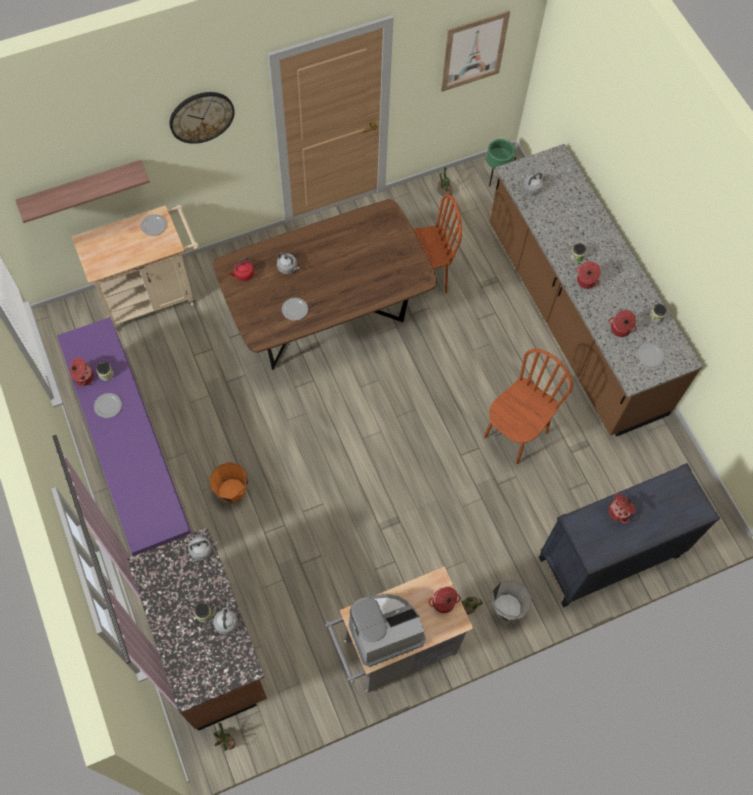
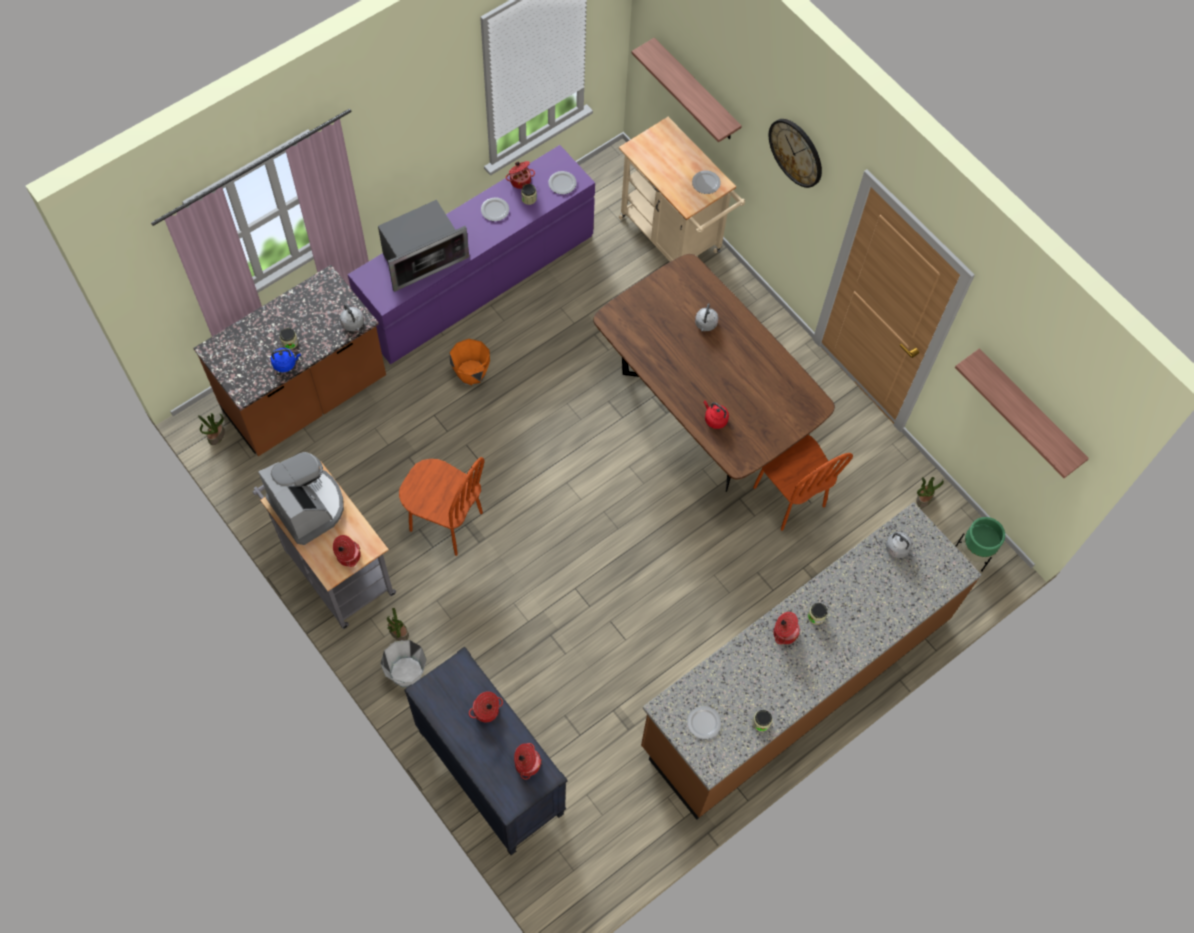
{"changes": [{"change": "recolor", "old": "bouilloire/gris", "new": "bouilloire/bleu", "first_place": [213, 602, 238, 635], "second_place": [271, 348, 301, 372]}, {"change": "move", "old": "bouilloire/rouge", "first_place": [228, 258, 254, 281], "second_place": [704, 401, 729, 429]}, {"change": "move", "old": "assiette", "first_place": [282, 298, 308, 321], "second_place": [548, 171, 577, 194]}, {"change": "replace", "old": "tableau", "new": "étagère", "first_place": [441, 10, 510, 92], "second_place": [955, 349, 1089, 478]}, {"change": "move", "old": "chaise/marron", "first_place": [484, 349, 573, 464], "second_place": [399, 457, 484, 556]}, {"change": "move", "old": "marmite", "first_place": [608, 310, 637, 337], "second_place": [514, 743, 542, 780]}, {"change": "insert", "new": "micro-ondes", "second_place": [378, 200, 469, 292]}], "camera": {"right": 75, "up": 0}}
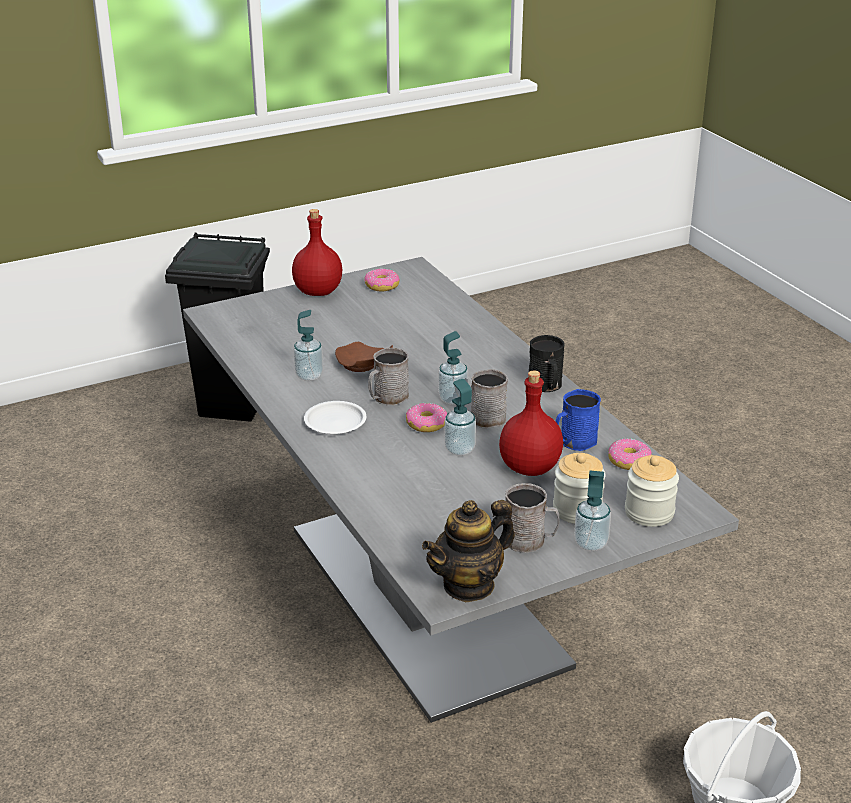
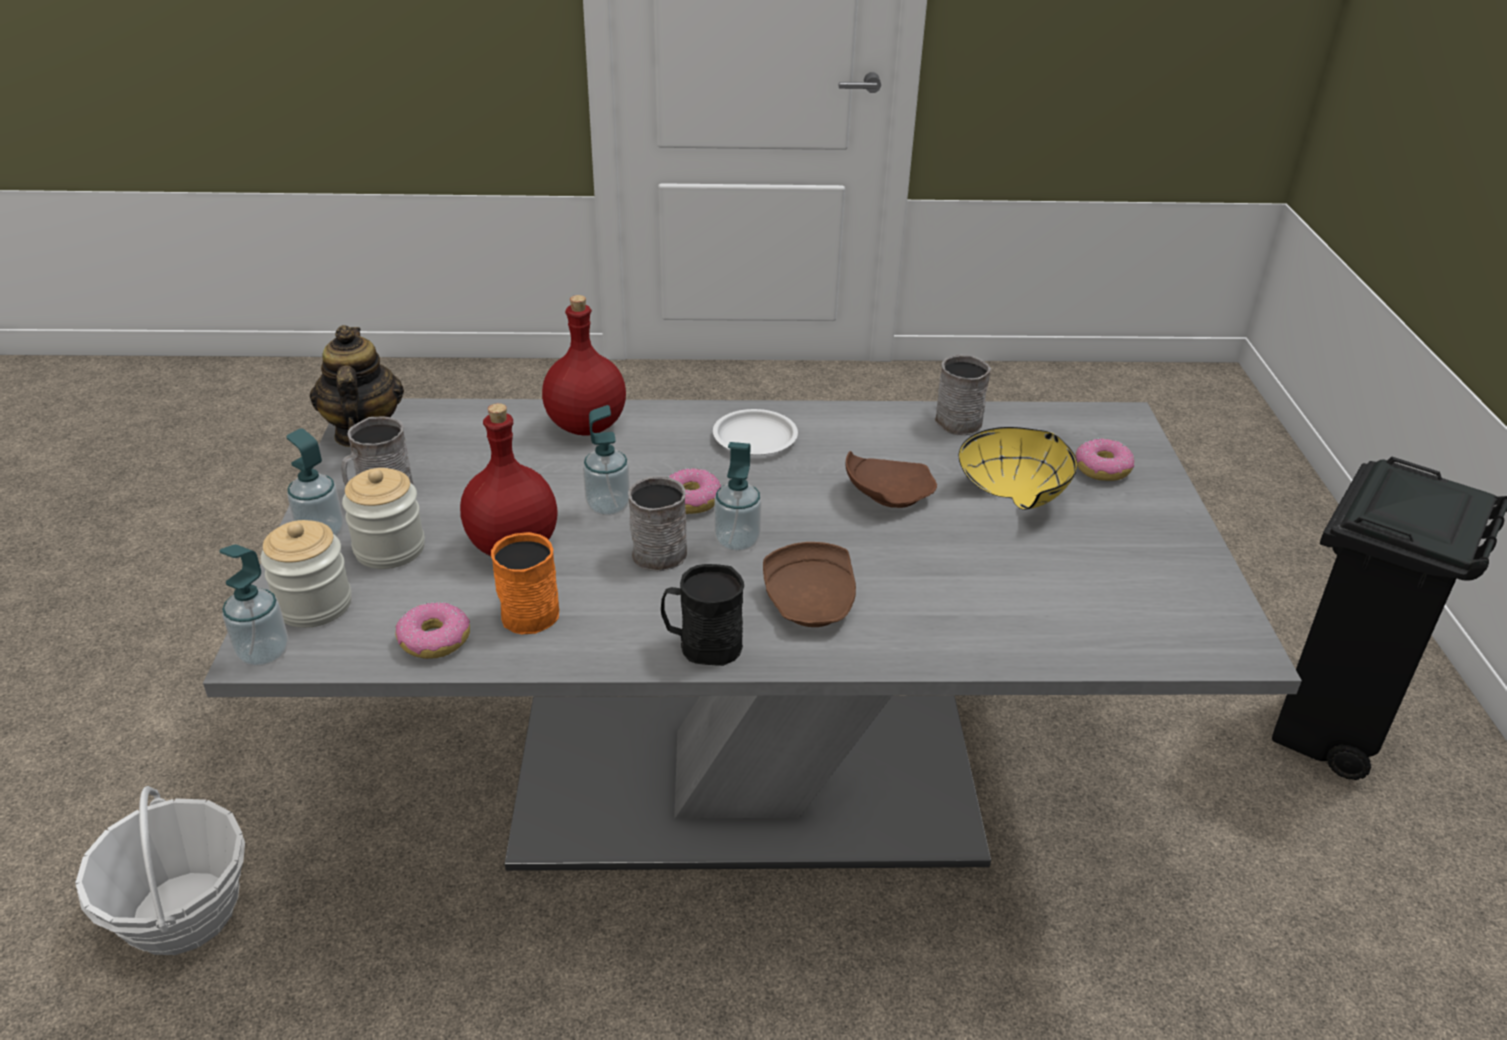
{"changes": [{"change": "move", "old": "bouteille/rouge", "first_place": [292, 209, 342, 296], "second_place": [542, 295, 626, 436]}, {"change": "move", "old": "distributeur de savon", "first_place": [293, 310, 323, 381], "second_place": [219, 544, 288, 667]}, {"change": "move", "old": "beignet", "first_place": [364, 268, 400, 291], "second_place": [1075, 438, 1134, 481]}, {"change": "move", "old": "mug/gris", "first_place": [368, 348, 409, 406], "second_place": [935, 354, 991, 436]}, {"change": "recolor", "old": "mug/bleu", "new": "mug/orange", "first_place": [555, 389, 601, 451], "second_place": [491, 532, 559, 634]}, {"change": "insert", "new": "assiette/marron", "second_place": [763, 542, 856, 627]}, {"change": "insert", "new": "bol/jaune", "second_place": [959, 427, 1077, 510]}], "camera": {"right": 115, "up": 5}}
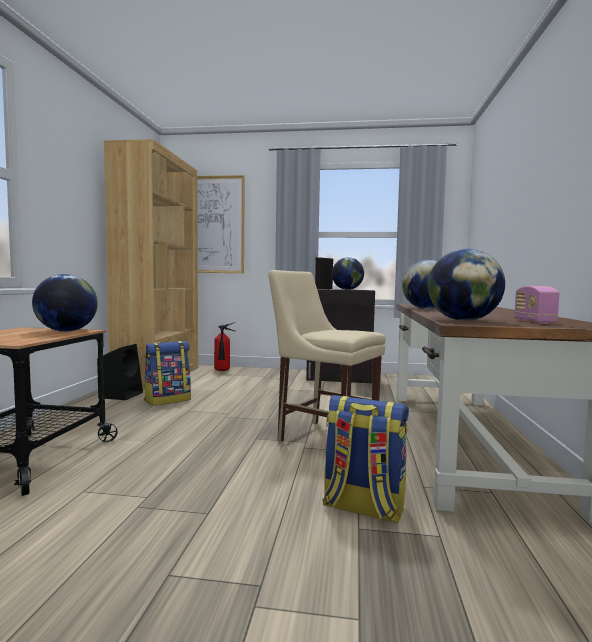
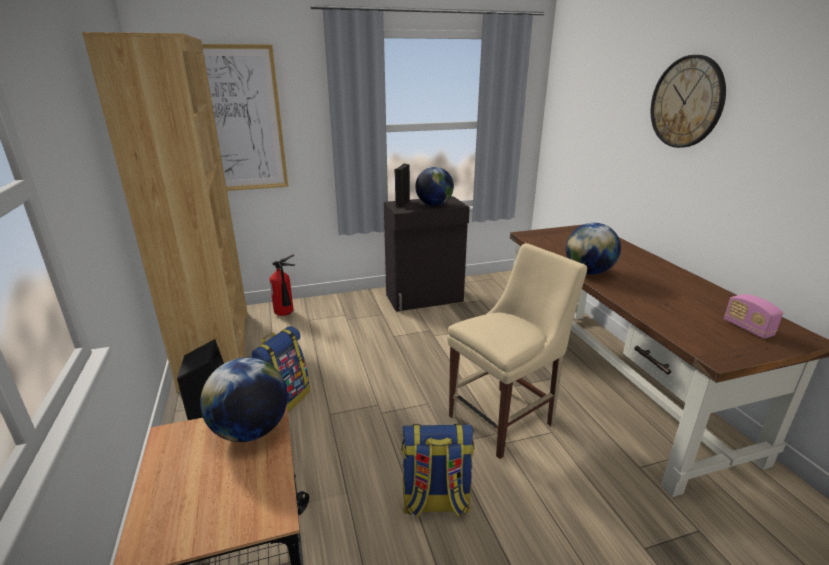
{"changes": [{"change": "rotate", "old": "chaise/beige", "first_place": [268, 270, 386, 442], "second_place": [447, 243, 587, 459], "degrees": 135}, {"change": "move", "old": "sac à dos", "first_place": [323, 395, 409, 523], "second_place": [401, 424, 474, 518]}, {"change": "delete", "old": "globe", "first_place": [428, 249, 505, 321]}, {"change": "insert", "new": "horloge murale", "second_place": [651, 55, 726, 148]}], "camera": {"right": -25, "up": 20}}
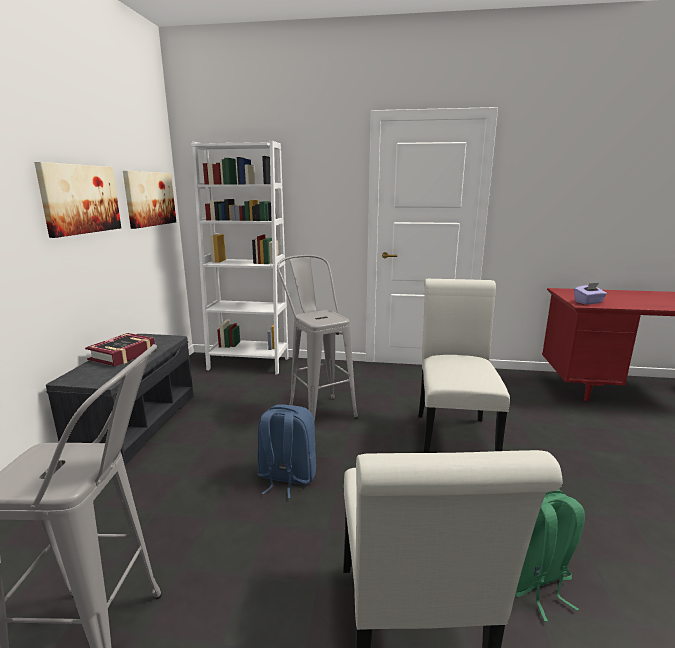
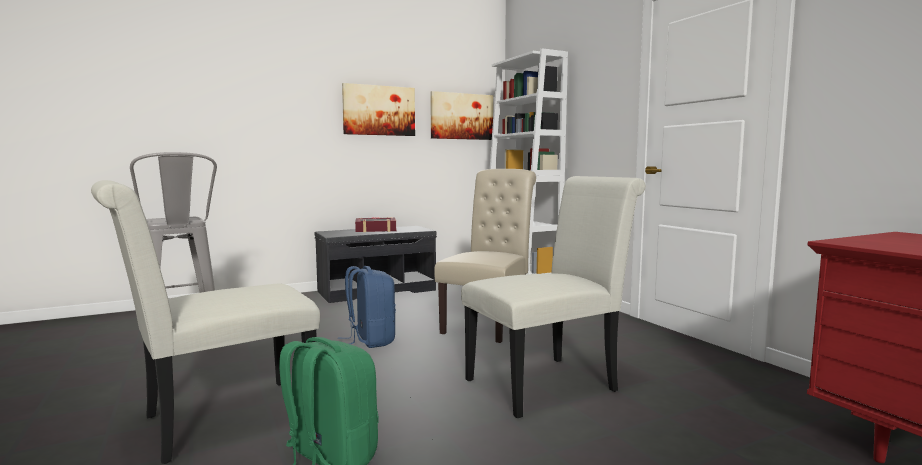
{"changes": [{"change": "replace", "old": "tabouret/gris", "new": "chaise/beige", "first_place": [277, 255, 358, 421], "second_place": [434, 169, 536, 343]}, {"change": "delete", "old": "boîte à mouchoirs/violet", "first_place": [574, 283, 607, 305]}], "camera": {"right": 55, "up": -10}}
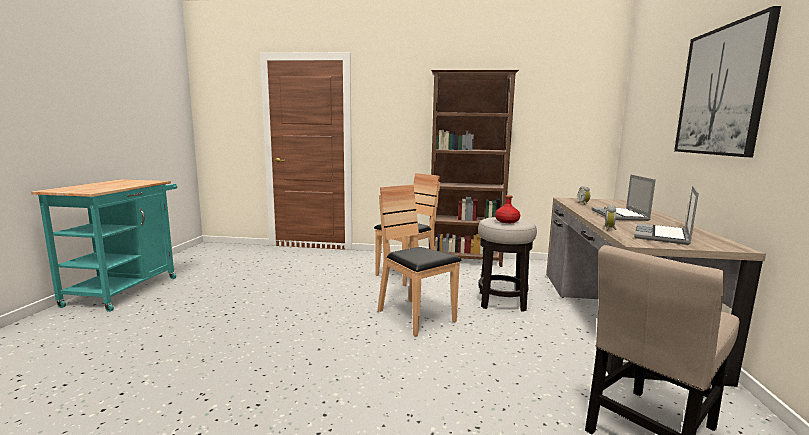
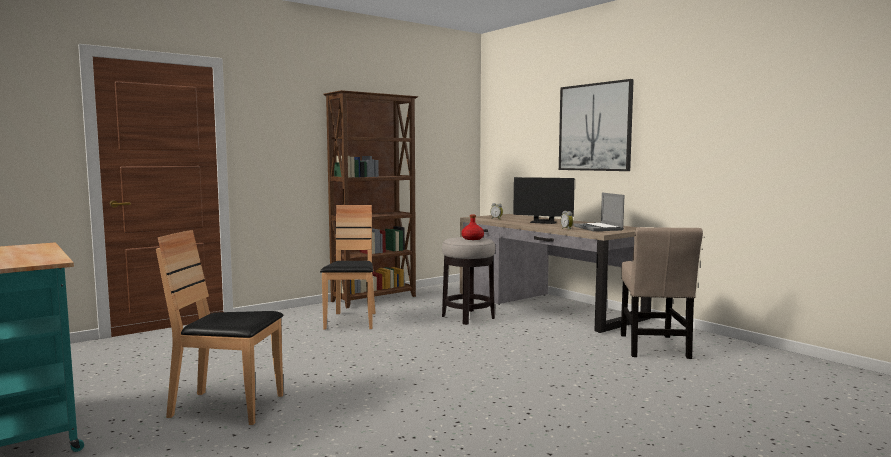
{"changes": [{"change": "move", "old": "chaise/marron", "first_place": [378, 185, 462, 337], "second_place": [156, 230, 283, 425]}, {"change": "replace", "old": "ordinateur portable", "new": "écran d'ordinateur", "first_place": [592, 174, 656, 221], "second_place": [513, 177, 575, 224]}], "camera": {"right": -45, "up": -5}}
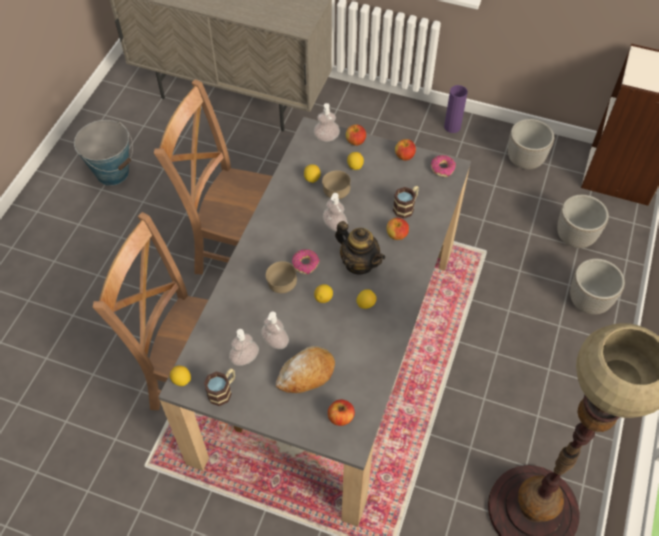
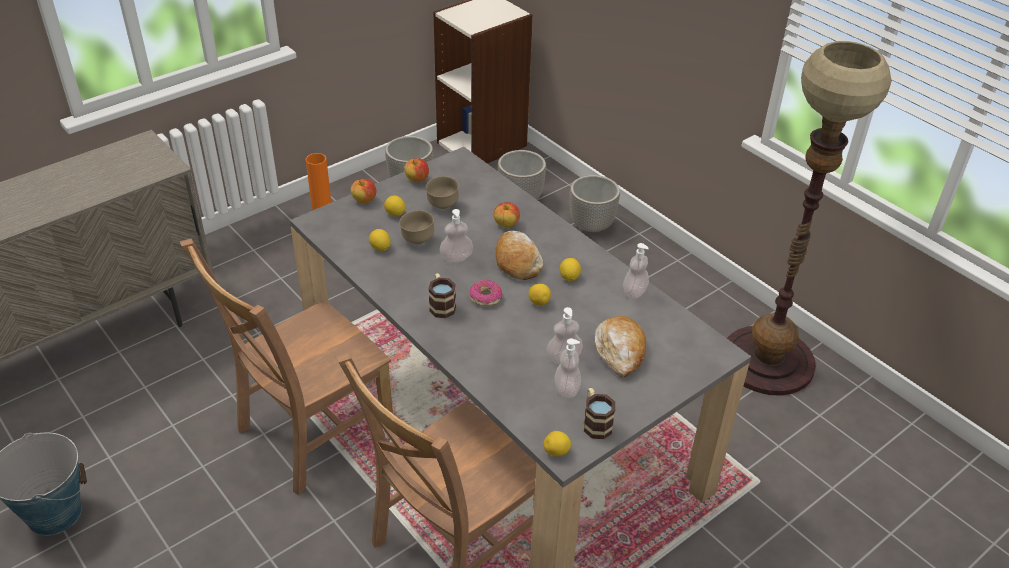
{"changes": [{"change": "move", "old": "bol/marron", "first_place": [266, 261, 297, 293], "second_place": [426, 176, 459, 209]}, {"change": "move", "old": "distributeur de savon", "first_place": [314, 103, 340, 142], "second_place": [623, 243, 649, 299]}, {"change": "delete", "old": "pomme", "first_place": [328, 400, 355, 426]}, {"change": "replace", "old": "théière", "new": "pain", "first_place": [335, 221, 385, 274], "second_place": [496, 231, 543, 280]}, {"change": "move", "old": "mug", "first_place": [393, 186, 419, 218], "second_place": [428, 273, 456, 318]}, {"change": "delete", "old": "beignet", "first_place": [431, 155, 456, 177]}, {"change": "recolor", "old": "vase/violet", "new": "vase/orange", "first_place": [444, 85, 468, 133], "second_place": [306, 153, 331, 210]}], "camera": {"right": -60, "up": -15}}
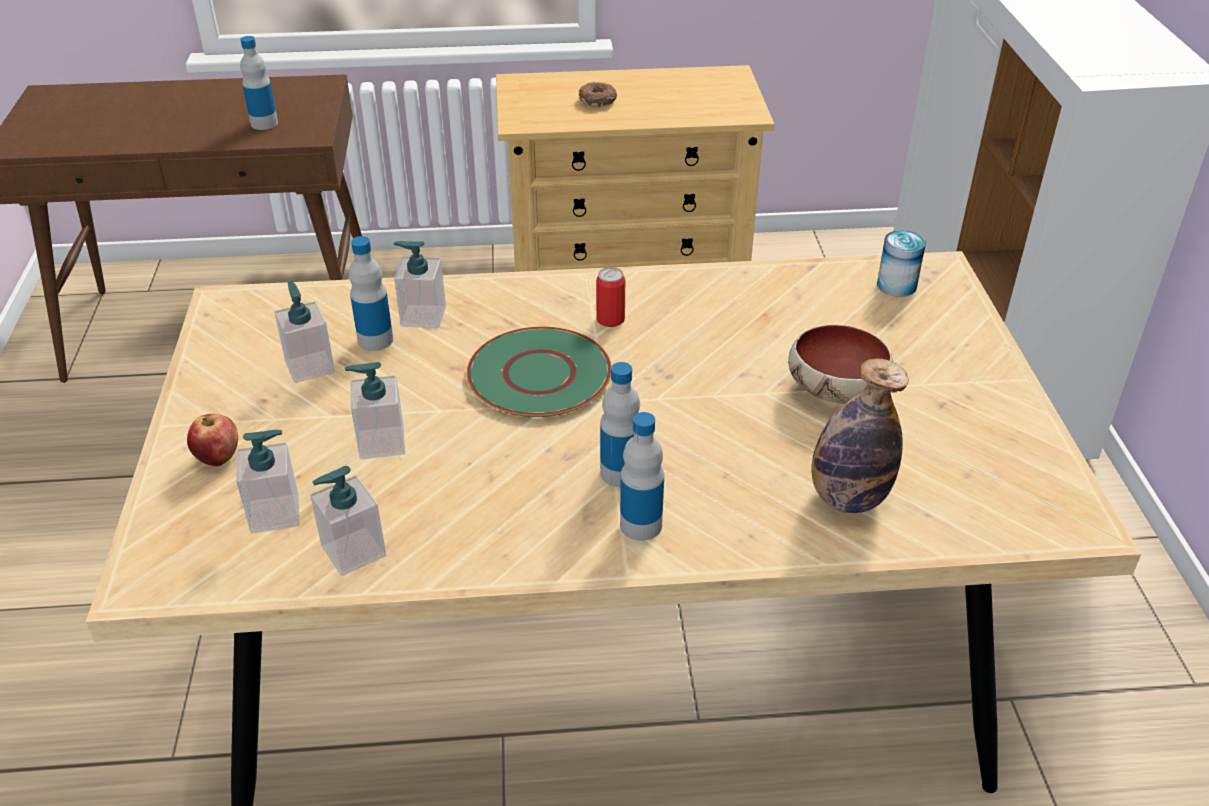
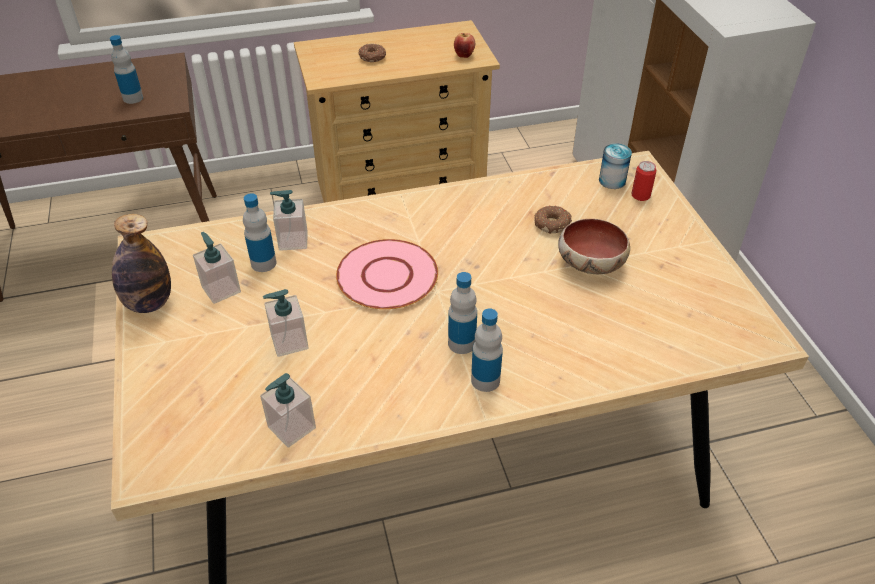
{"changes": [{"change": "move", "old": "pomme", "first_place": [187, 414, 238, 466], "second_place": [454, 33, 475, 58]}, {"change": "delete", "old": "distributeur de savon", "first_place": [236, 430, 300, 533]}, {"change": "recolor", "old": "assiette/vert", "new": "assiette/rose", "first_place": [467, 327, 612, 417], "second_place": [336, 239, 438, 309]}, {"change": "move", "old": "boîte métallique", "first_place": [596, 267, 625, 327], "second_place": [631, 161, 657, 201]}, {"change": "move", "old": "bouteille", "first_place": [811, 359, 909, 513], "second_place": [112, 214, 171, 313]}, {"change": "insert", "new": "beignet", "second_place": [534, 205, 572, 234]}], "camera": {"right": -10, "up": 5}}
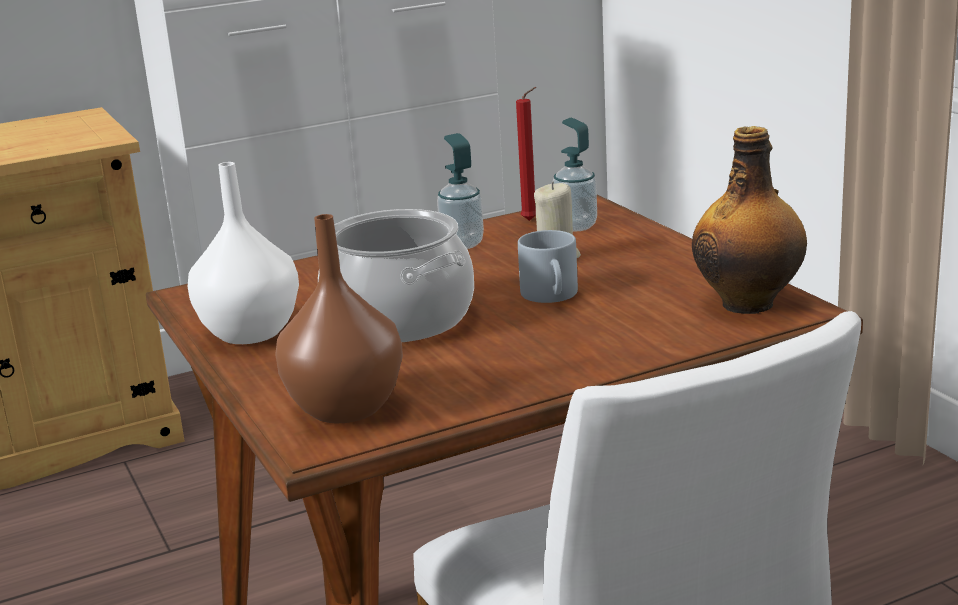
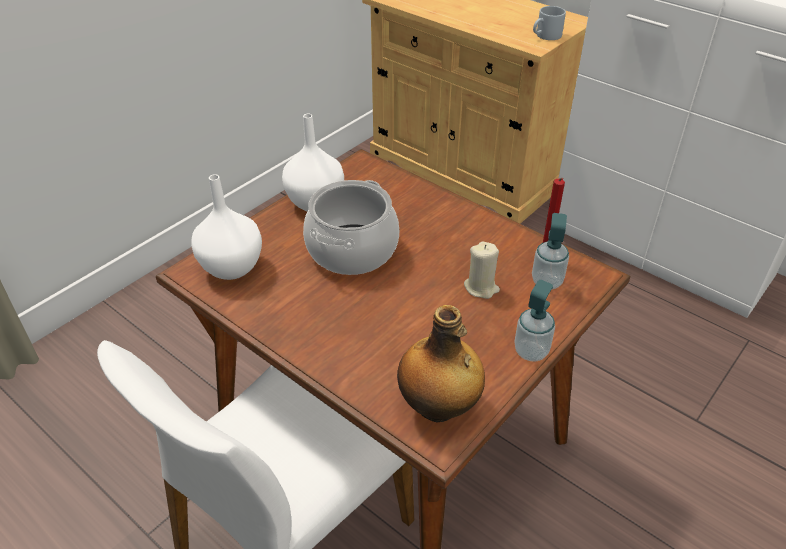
{"changes": [{"change": "recolor", "old": "vase/marron", "new": "vase/blanc", "first_place": [275, 214, 403, 423], "second_place": [191, 174, 262, 280]}, {"change": "move", "old": "distributeur de savon", "first_place": [437, 133, 484, 249], "second_place": [514, 280, 555, 361]}, {"change": "move", "old": "mug/gris", "first_place": [518, 230, 578, 303], "second_place": [533, 6, 566, 40]}], "camera": {"right": 65, "up": 20}}
